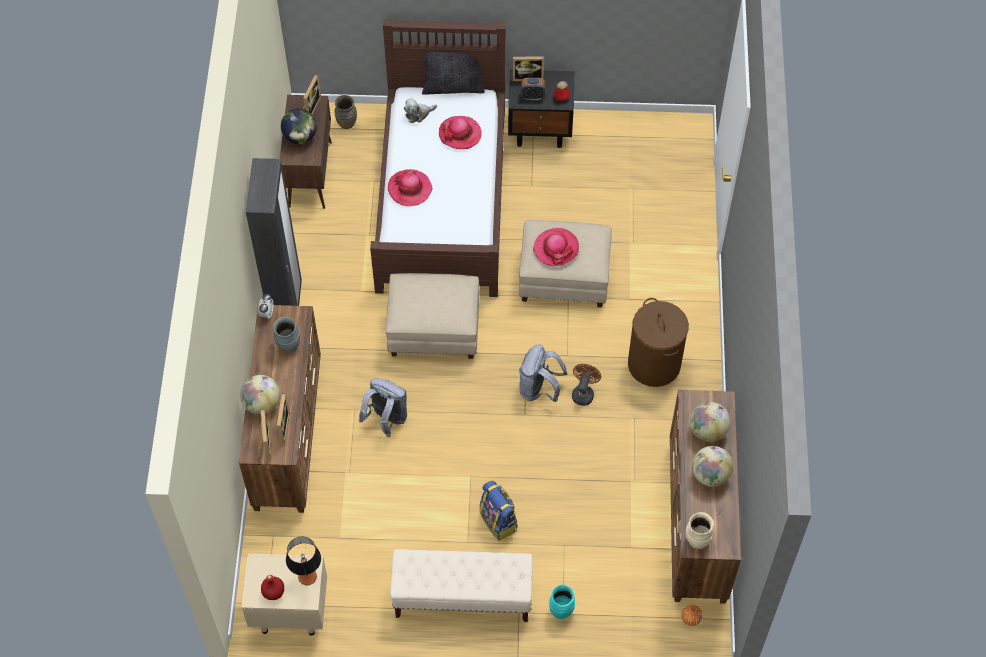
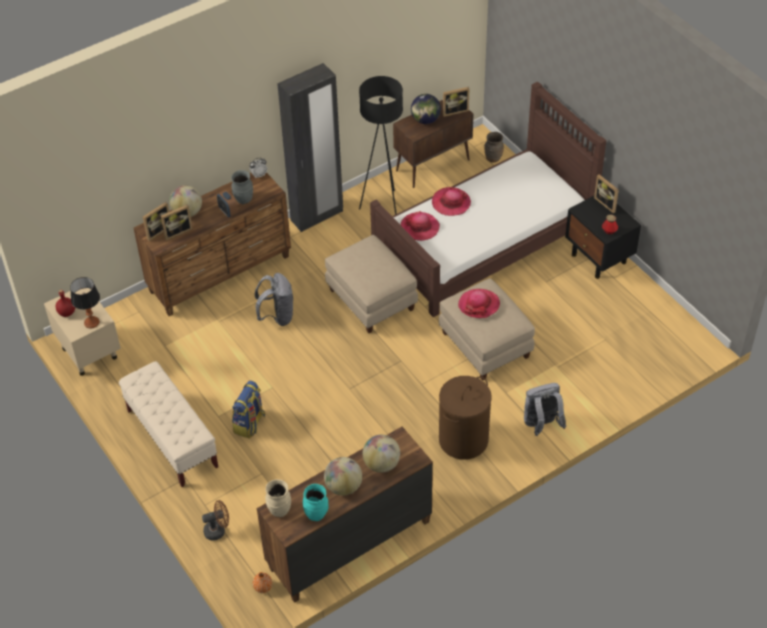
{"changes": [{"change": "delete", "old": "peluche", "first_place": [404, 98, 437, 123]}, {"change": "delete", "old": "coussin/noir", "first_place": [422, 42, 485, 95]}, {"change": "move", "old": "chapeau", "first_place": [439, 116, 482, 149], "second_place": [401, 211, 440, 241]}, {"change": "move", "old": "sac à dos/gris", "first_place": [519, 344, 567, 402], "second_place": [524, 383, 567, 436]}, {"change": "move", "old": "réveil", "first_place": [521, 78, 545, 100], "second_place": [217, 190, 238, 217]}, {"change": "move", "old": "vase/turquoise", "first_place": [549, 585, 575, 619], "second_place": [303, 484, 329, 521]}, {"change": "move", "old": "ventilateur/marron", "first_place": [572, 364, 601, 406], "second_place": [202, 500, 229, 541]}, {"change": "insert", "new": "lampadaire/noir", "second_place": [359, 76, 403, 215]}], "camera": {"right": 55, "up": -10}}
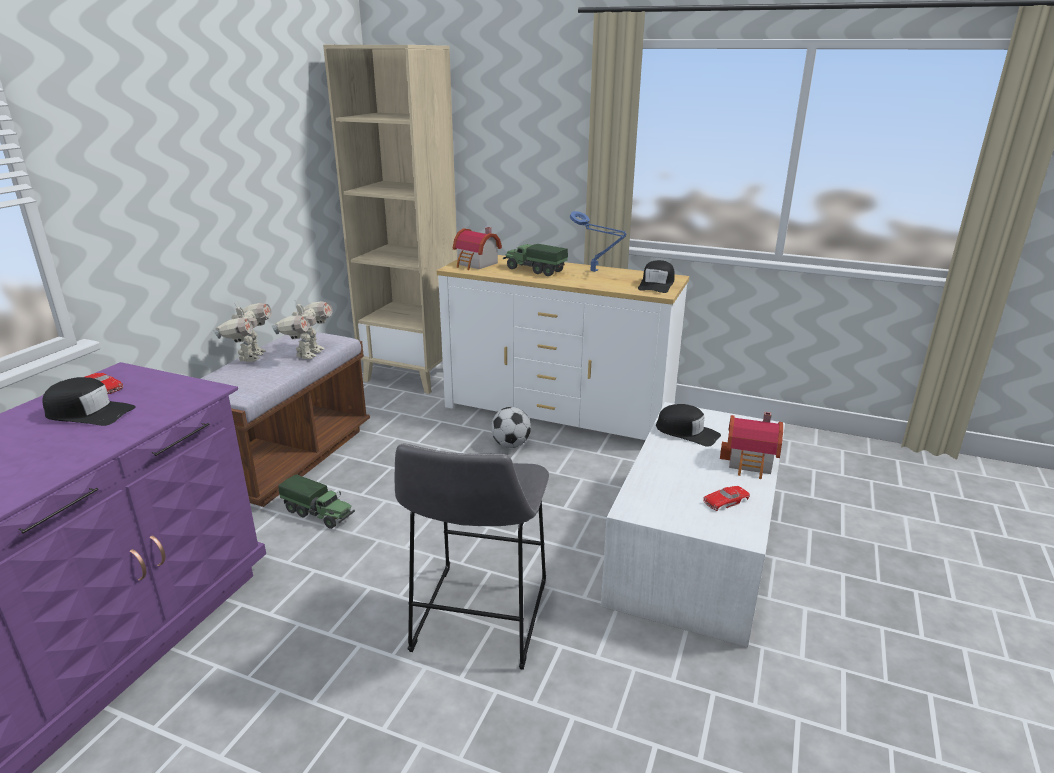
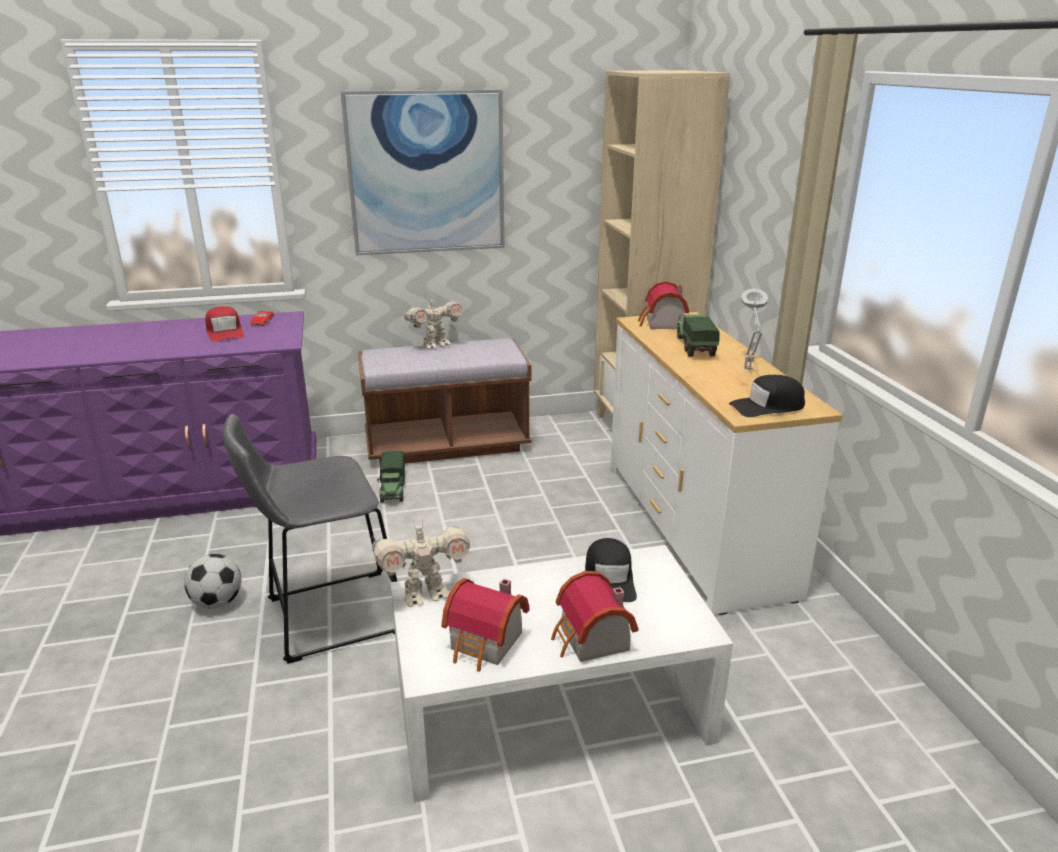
{"changes": [{"change": "recolor", "old": "casquette/noir", "new": "casquette/rouge", "first_place": [43, 377, 136, 426], "second_place": [205, 306, 245, 342]}, {"change": "move", "old": "robot jouet", "first_place": [272, 298, 333, 359], "second_place": [372, 518, 470, 607]}, {"change": "move", "old": "ballon de foot", "first_place": [491, 407, 531, 448], "second_place": [184, 554, 241, 609]}, {"change": "recolor", "old": "lampe de table/bleu", "new": "lampe de table/gris", "first_place": [570, 211, 626, 272], "second_place": [741, 289, 768, 370]}, {"change": "replace", "old": "petite voiture/rouge", "new": "maison miniature", "first_place": [703, 486, 750, 511], "second_place": [441, 578, 530, 672]}, {"change": "insert", "new": "tableau", "second_place": [340, 89, 504, 255]}], "camera": {"right": 55, "up": 0}}
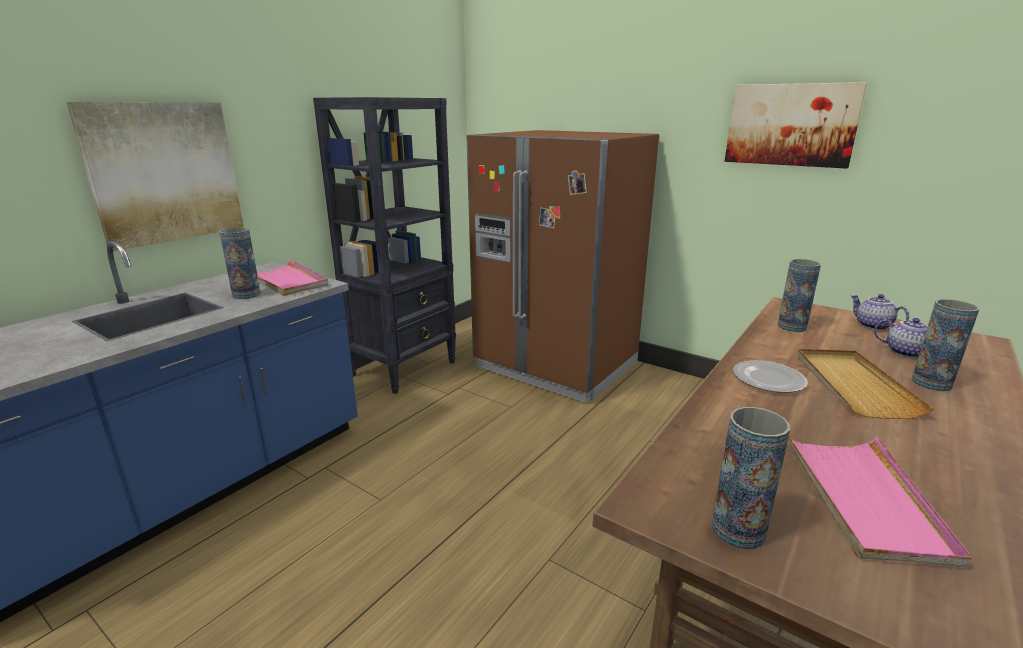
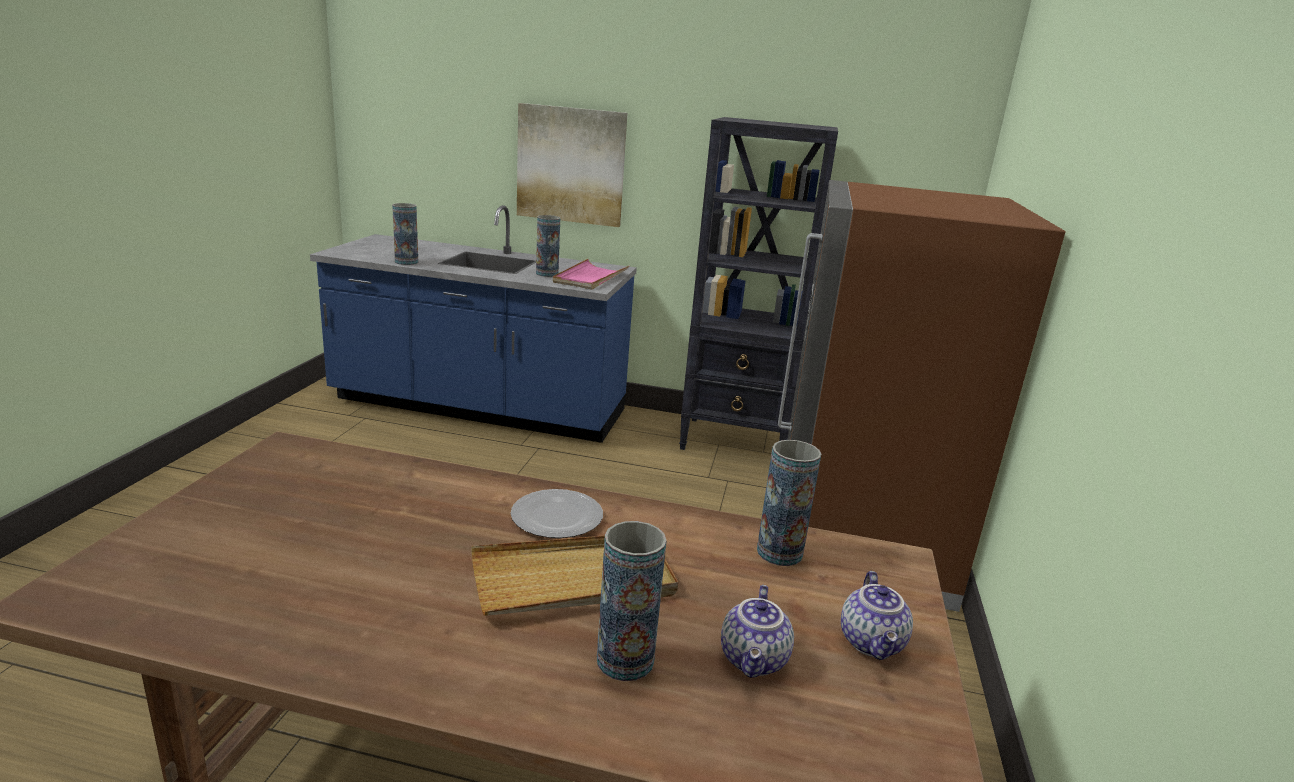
{"changes": [{"change": "move", "old": "vase", "first_place": [711, 407, 790, 549], "second_place": [392, 203, 418, 265]}, {"change": "delete", "old": "tableau", "first_place": [725, 82, 867, 169]}, {"change": "delete", "old": "plateau/rose", "first_place": [788, 436, 972, 567]}, {"change": "rotate", "old": "théière", "first_place": [850, 294, 909, 330], "second_place": [841, 571, 913, 660], "degrees": 150}], "camera": {"right": 65, "up": 0}}
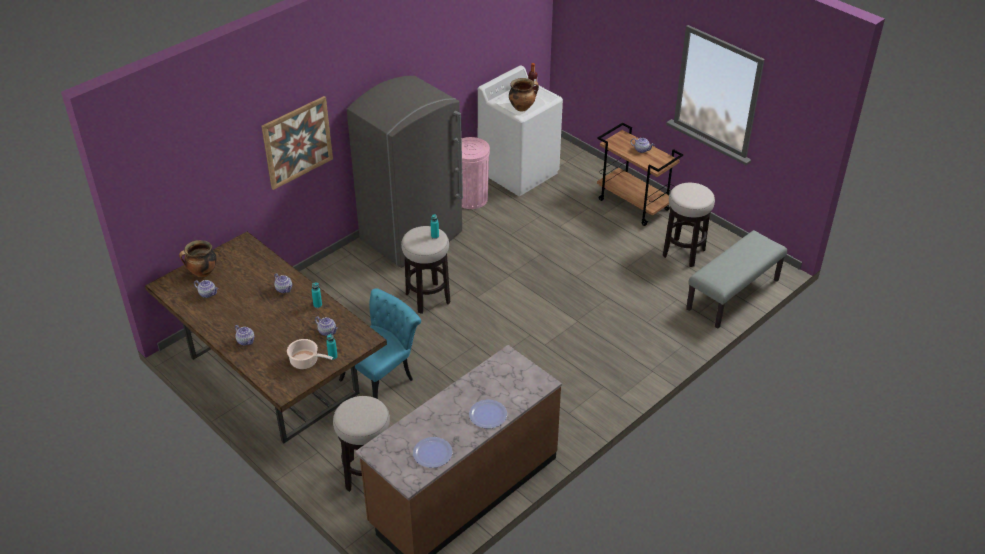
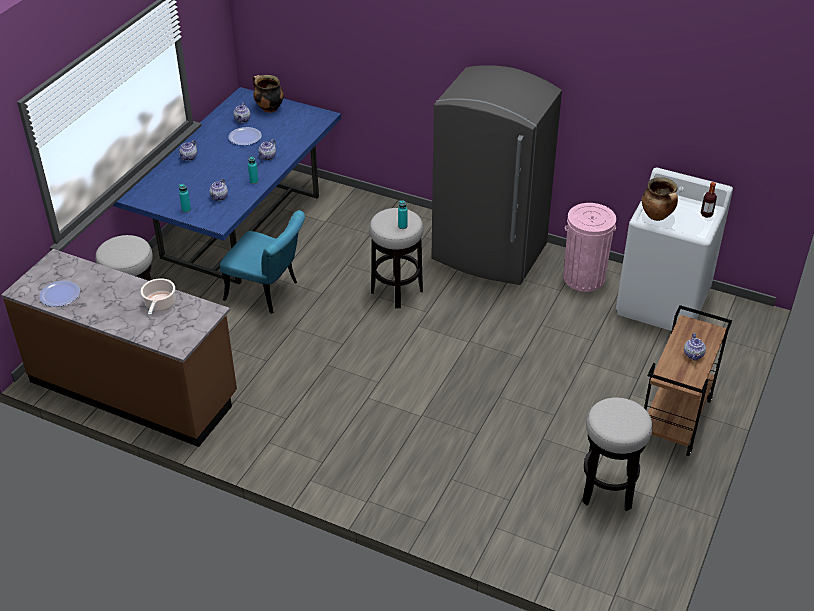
{"changes": [{"change": "recolor", "old": "table à manger/marron", "new": "table à manger/bleu", "first_place": [145, 232, 387, 443], "second_place": [113, 87, 341, 285]}, {"change": "delete", "old": "tableau", "first_place": [261, 96, 333, 190]}, {"change": "move", "old": "marmite", "first_place": [287, 339, 333, 369], "second_place": [141, 278, 176, 315]}, {"change": "move", "old": "assiette", "first_place": [469, 400, 507, 429], "second_place": [229, 127, 262, 145]}, {"change": "delete", "old": "banc/gris", "first_place": [686, 230, 787, 329]}], "camera": {"right": 70, "up": 0}}
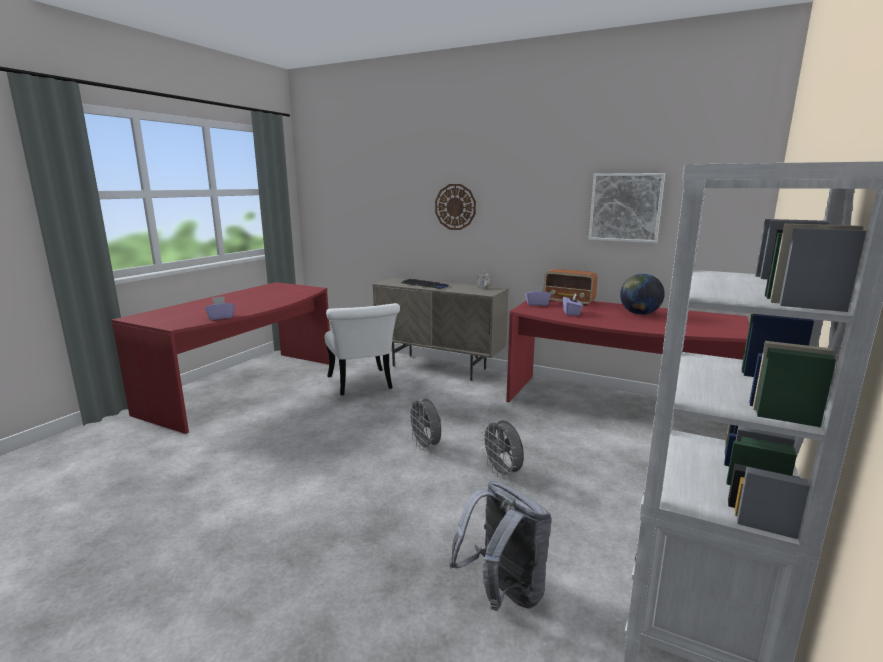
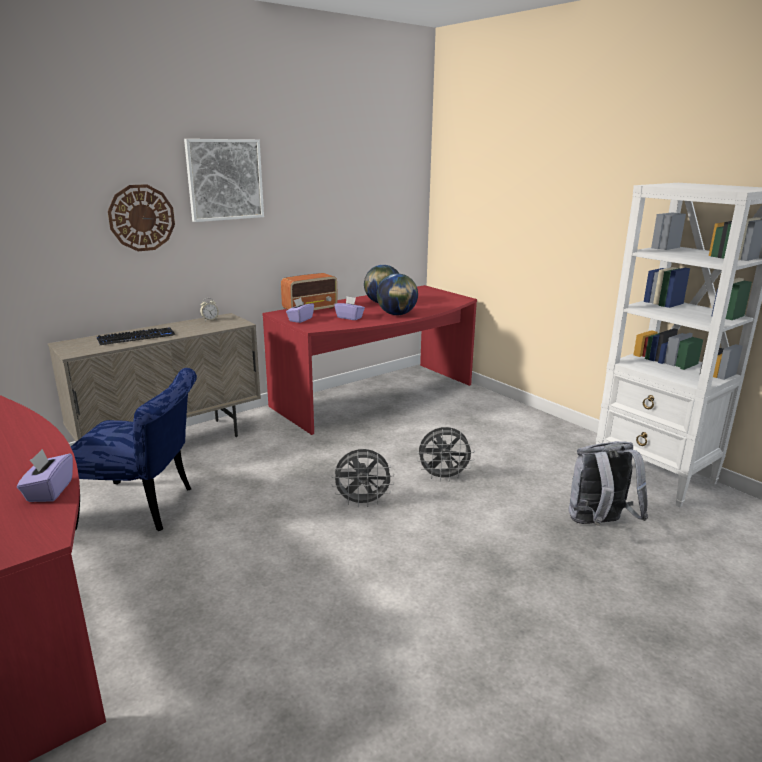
{"changes": [{"change": "recolor", "old": "chaise/blanc", "new": "chaise/bleu", "first_place": [325, 303, 400, 396], "second_place": [71, 368, 197, 531]}, {"change": "move", "old": "tableau", "first_place": [589, 173, 665, 243], "second_place": [184, 139, 264, 222]}, {"change": "insert", "new": "globe", "second_place": [377, 274, 418, 315]}], "camera": {"right": -65, "up": 5}}
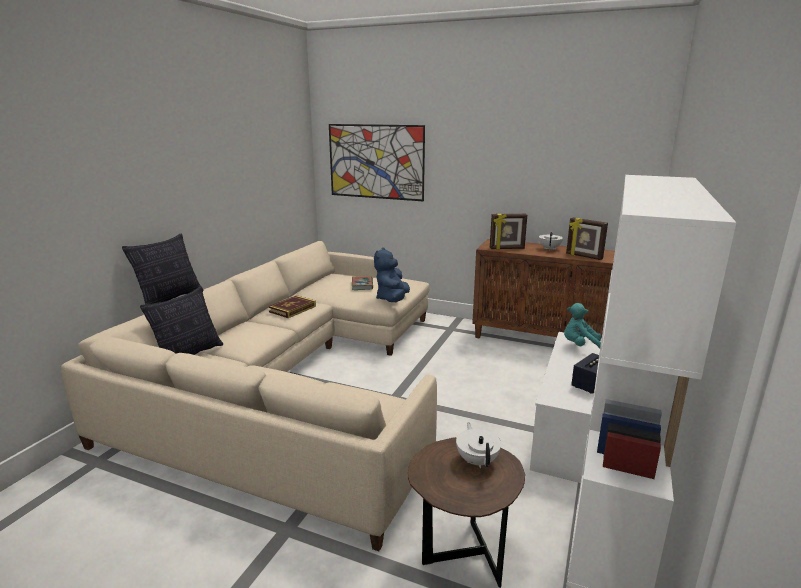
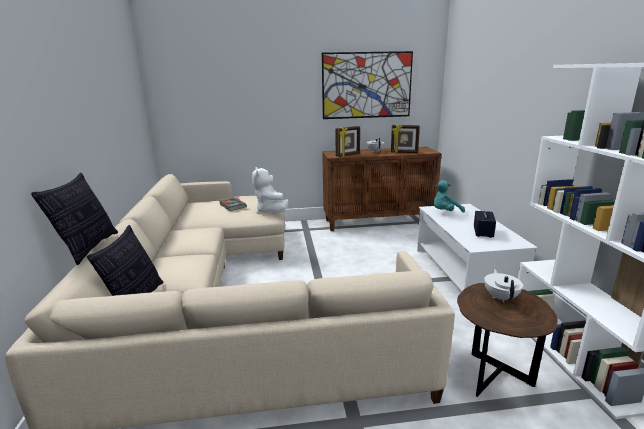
{"changes": [{"change": "delete", "old": "livre", "first_place": [269, 295, 316, 318]}, {"change": "move", "old": "tableau", "first_place": [329, 124, 425, 201], "second_place": [322, 51, 413, 119]}, {"change": "recolor", "old": "peluche/bleu", "new": "peluche/blanc", "first_place": [374, 247, 410, 302], "second_place": [252, 167, 288, 214]}, {"change": "rotate", "old": "théière/blanc", "first_place": [456, 422, 501, 468], "second_place": [484, 269, 523, 303], "degrees": 45}], "camera": {"right": -30, "up": 0}}
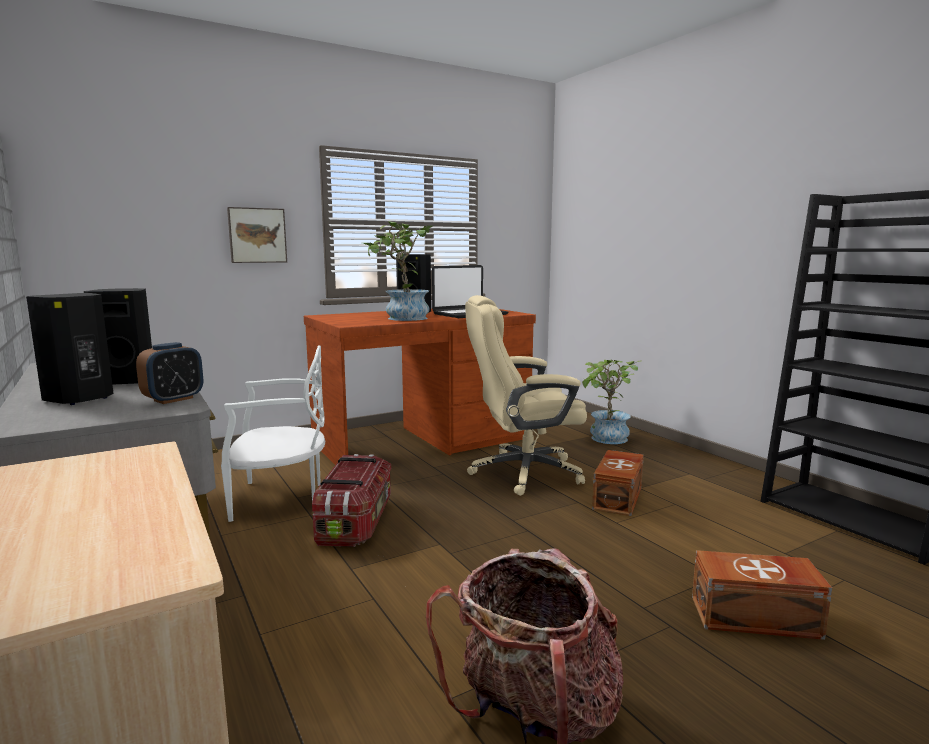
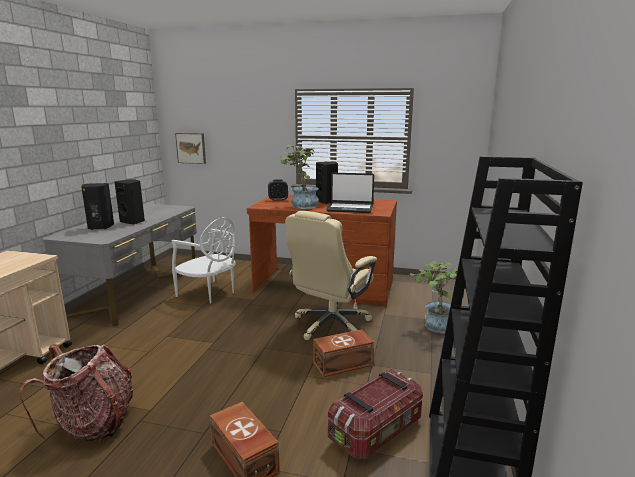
{"changes": [{"change": "move", "old": "réveil", "first_place": [136, 342, 203, 404], "second_place": [268, 179, 288, 201]}, {"change": "move", "old": "tableau", "first_place": [227, 207, 287, 263], "second_place": [175, 133, 206, 164]}, {"change": "move", "old": "boîte de rangement", "first_place": [312, 454, 391, 547], "second_place": [328, 369, 423, 459]}, {"change": "rotate", "old": "chaise de bureau/beige", "first_place": [465, 295, 587, 496], "second_place": [285, 211, 377, 340], "degrees": -90}], "camera": {"right": 45, "up": 5}}
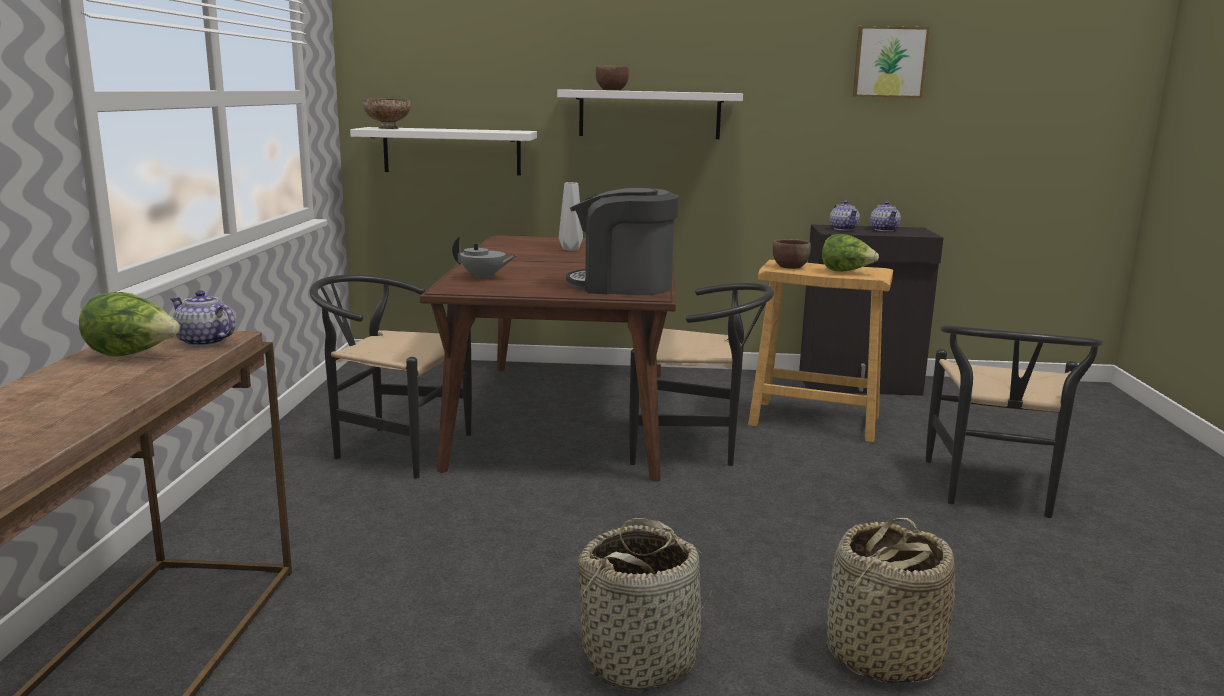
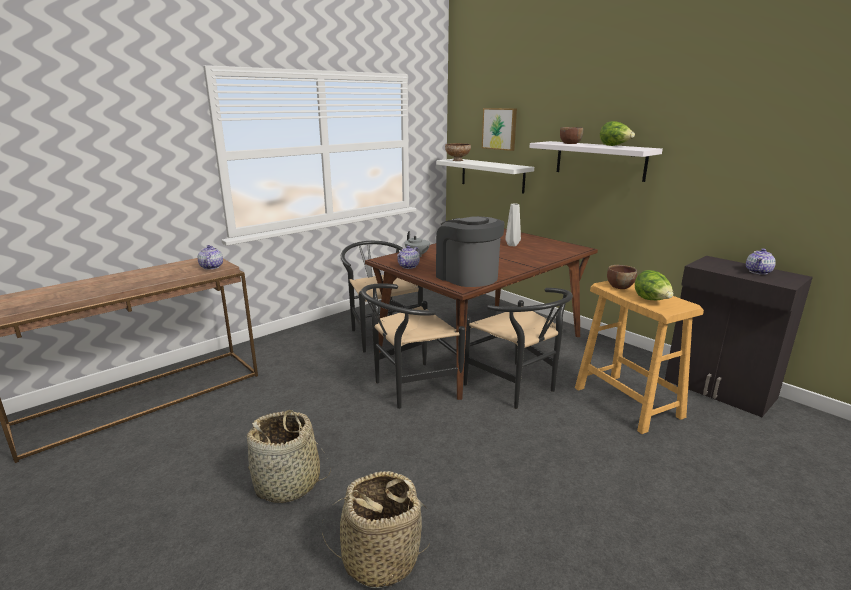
{"changes": [{"change": "move", "old": "laitue", "first_place": [79, 292, 180, 357], "second_place": [600, 121, 635, 146]}, {"change": "move", "old": "théière", "first_place": [830, 201, 860, 231], "second_place": [397, 246, 420, 269]}, {"change": "move", "old": "tableau", "first_place": [853, 26, 930, 98], "second_place": [482, 108, 517, 151]}, {"change": "move", "old": "chaise/noir", "first_place": [926, 325, 1103, 518], "second_place": [361, 283, 465, 409]}], "camera": {"right": 45, "up": 5}}
